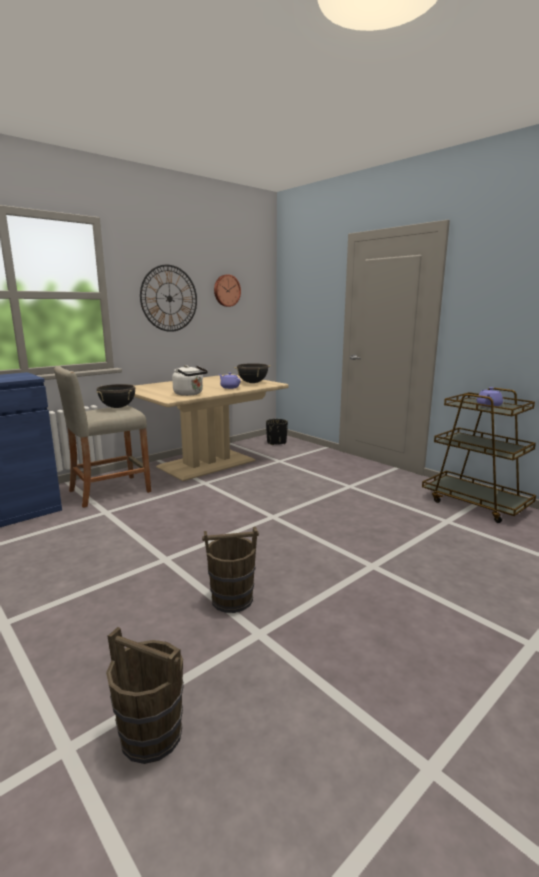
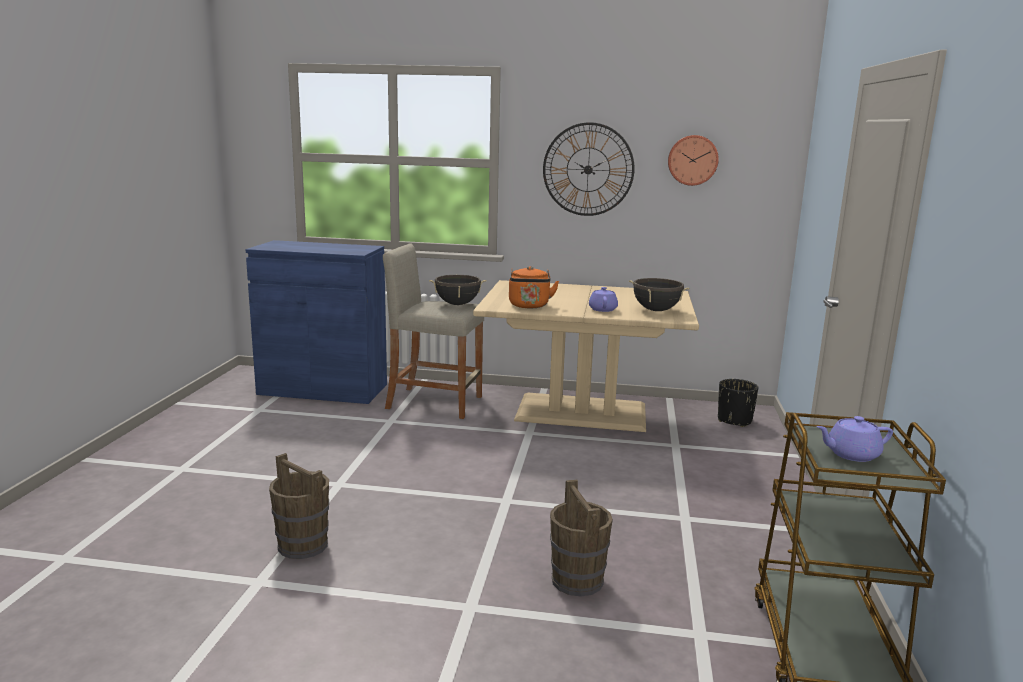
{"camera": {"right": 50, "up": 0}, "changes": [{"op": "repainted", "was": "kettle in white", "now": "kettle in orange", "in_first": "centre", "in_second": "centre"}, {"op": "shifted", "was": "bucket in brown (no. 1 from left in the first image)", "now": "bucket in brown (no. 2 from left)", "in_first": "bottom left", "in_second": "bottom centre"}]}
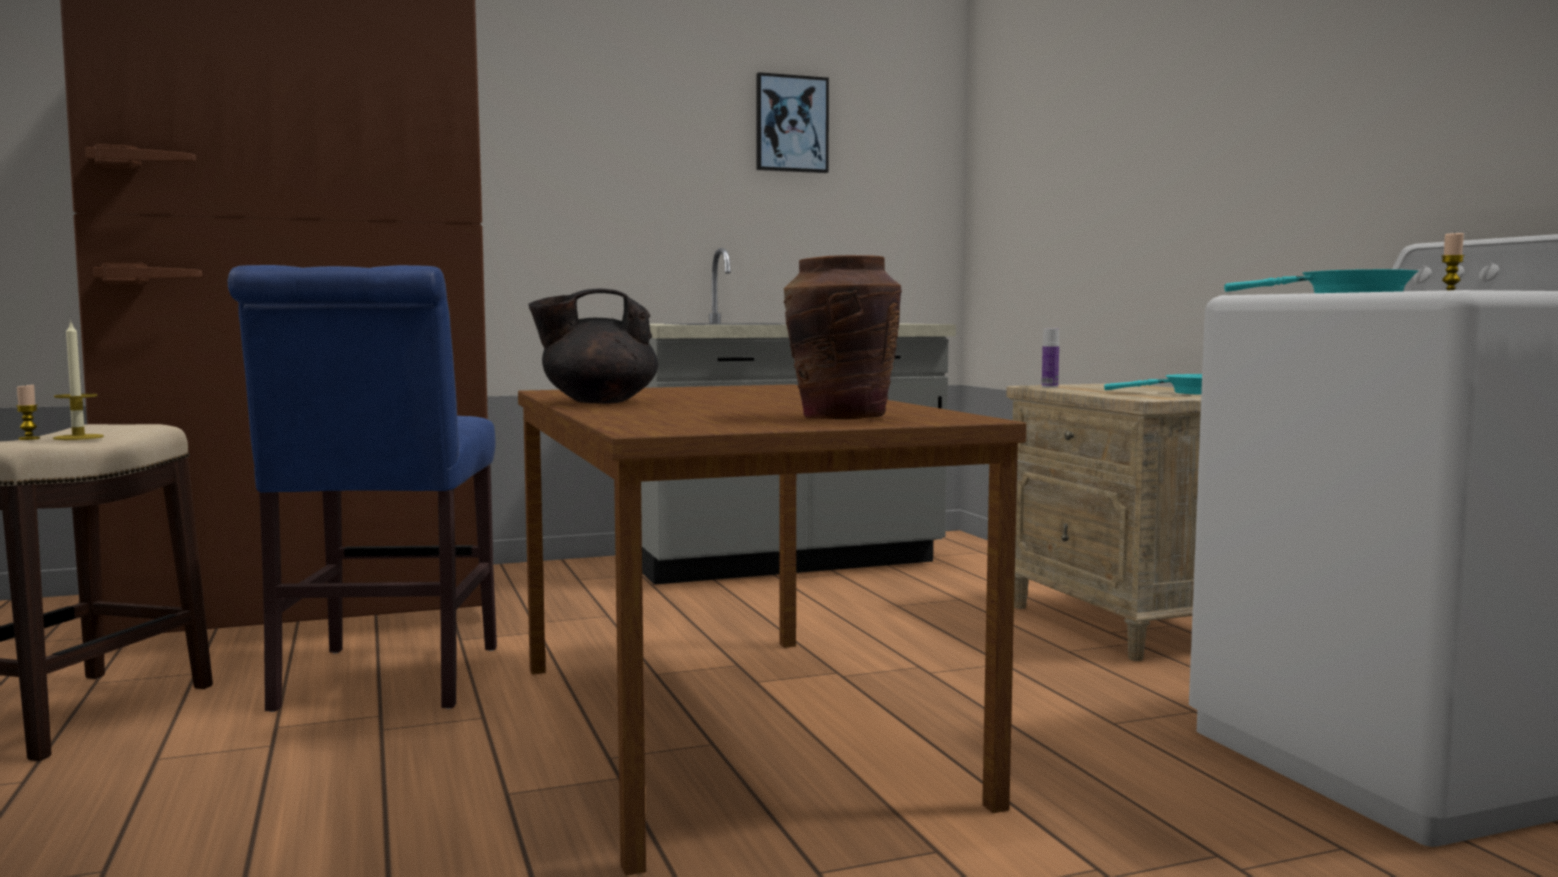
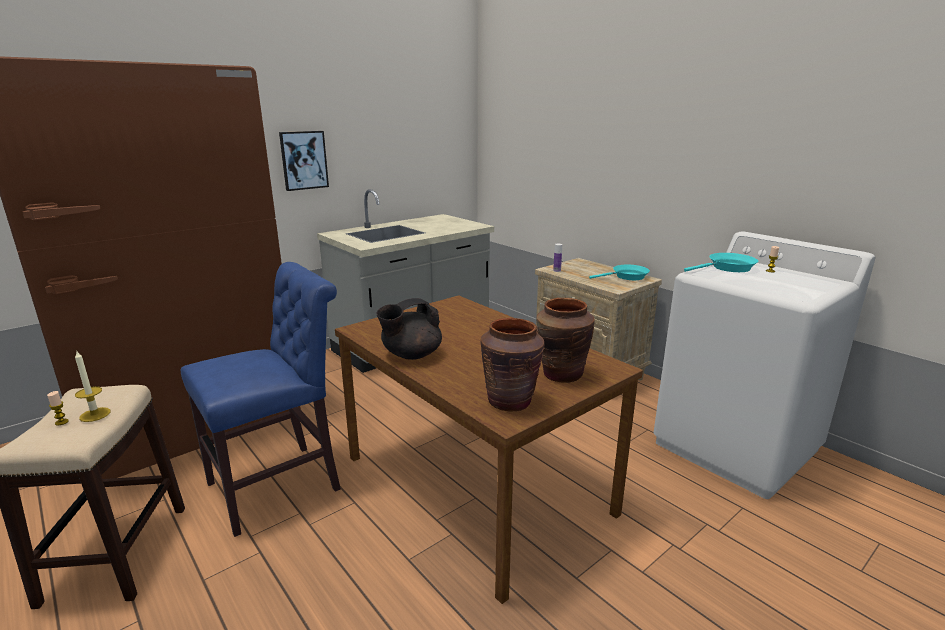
{"camera": {"right": -20, "up": 15}, "changes": [{"op": "shifted", "was": "picture", "in_first": "top centre", "in_second": "top left"}, {"op": "rotated", "was": "chair in blue", "in_first": "middle left", "in_second": "middle left", "clockwise": -105}, {"op": "new", "now": "vase in brown (no. 1 from left)", "in_second": "centre"}]}
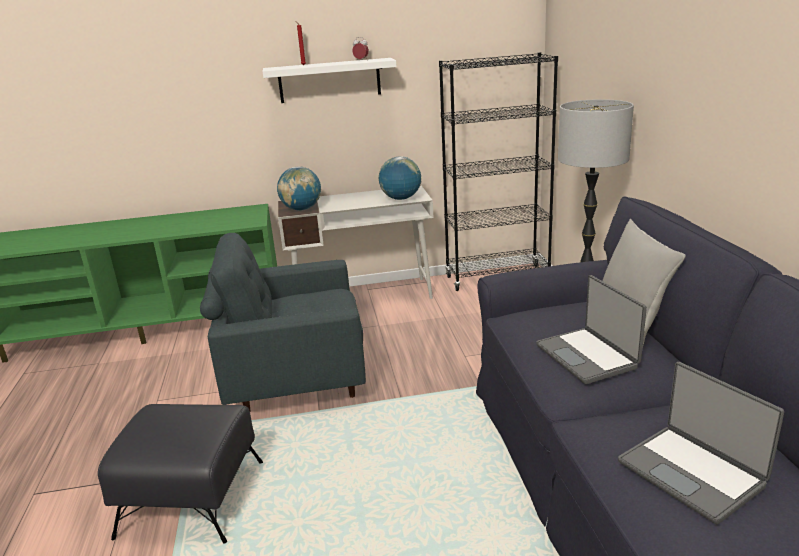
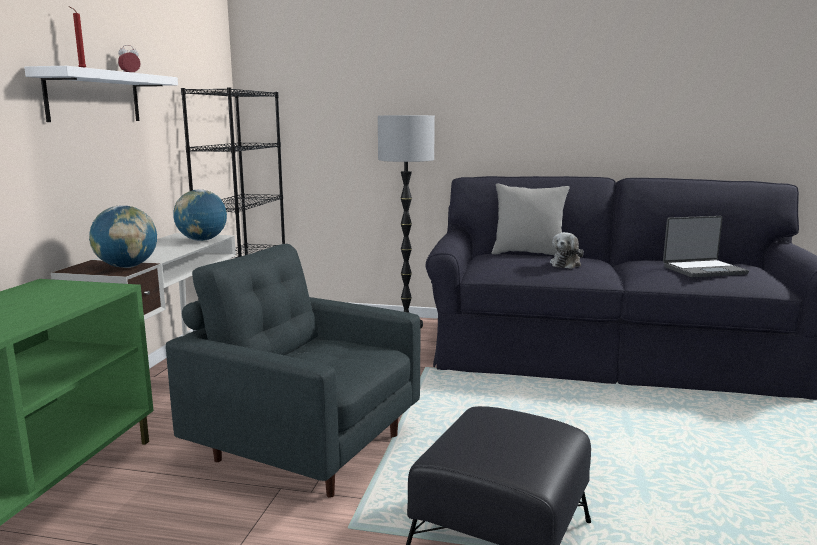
{"camera": {"right": -70, "up": -10}, "changes": [{"op": "rotated", "was": "armchair in grey", "in_first": "centre", "in_second": "bottom centre", "clockwise": 105}, {"op": "swapped", "was": "laptop (no. 1 from left)", "now": "plush toy", "in_first": "middle right", "in_second": "middle right"}]}
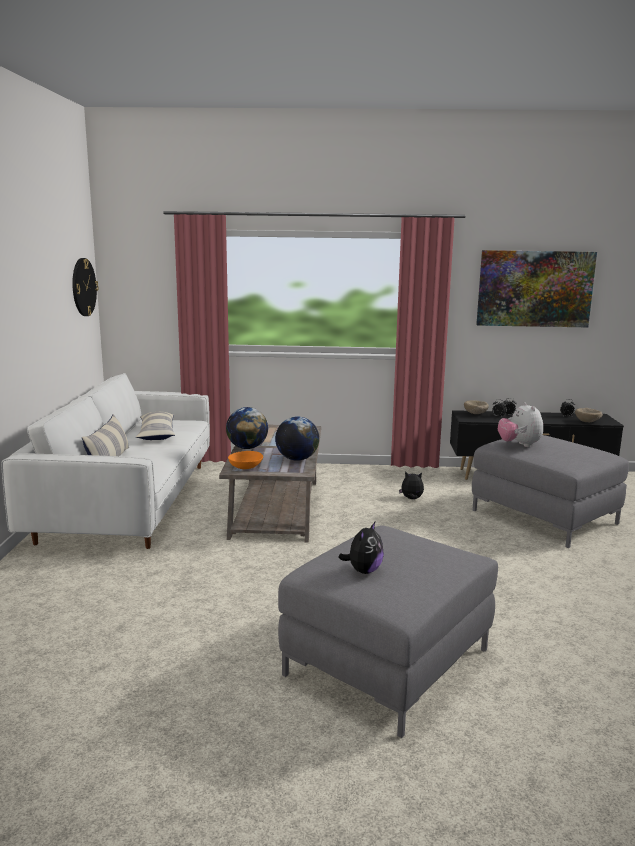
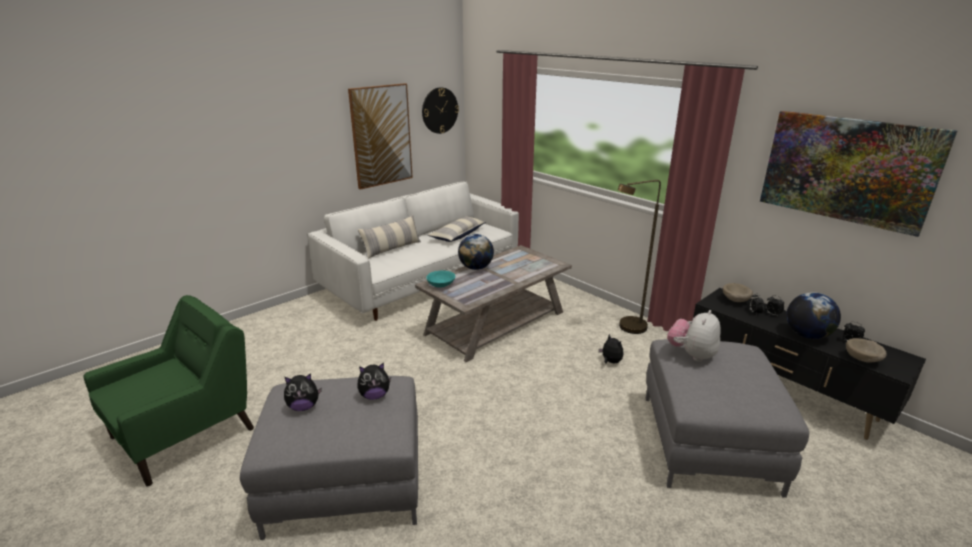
{"camera": {"right": 45, "up": 10}, "changes": [{"op": "shifted", "was": "globe (no. 2 from left)", "in_first": "centre", "in_second": "middle right"}, {"op": "repainted", "was": "bowl in orange", "now": "bowl in turquoise", "in_first": "centre", "in_second": "centre"}, {"op": "new", "now": "picture (no. 1 from left)", "in_second": "top centre"}, {"op": "new", "now": "floor lamp in brown", "in_second": "centre"}, {"op": "new", "now": "armchair in green", "in_second": "bottom left"}, {"op": "new", "now": "plush toy (no. 2 from left)", "in_second": "bottom centre"}]}
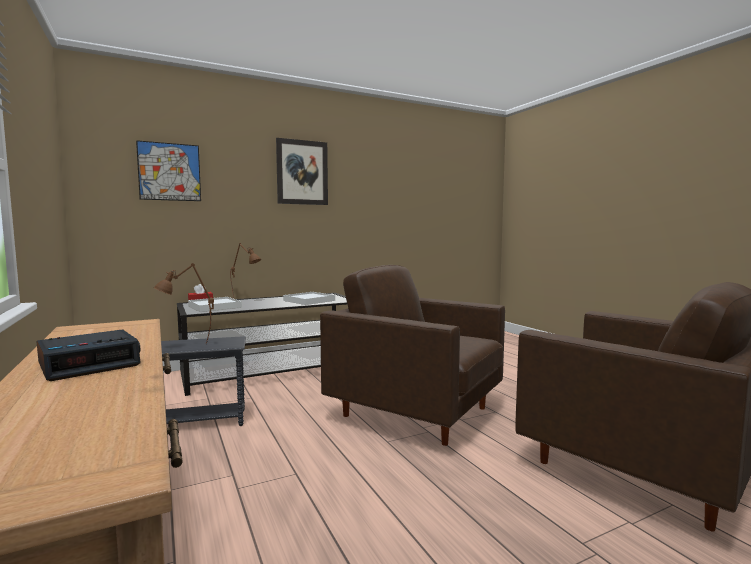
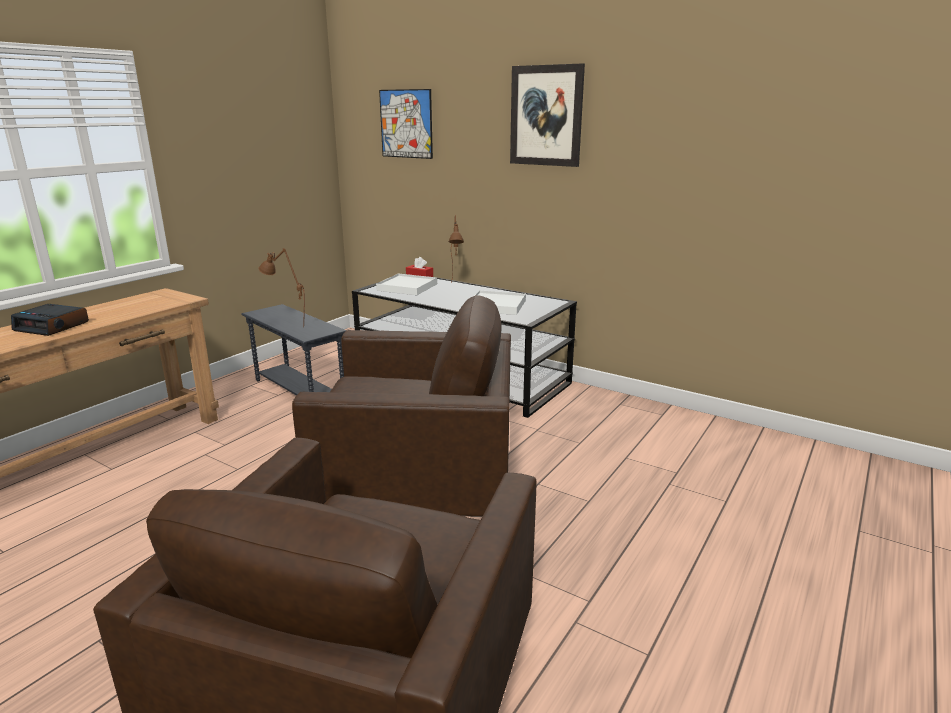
{"camera": {"right": 60, "up": 15}, "changes": [{"op": "rotated", "was": "armchair in brown (no. 1 from left in the first image)", "in_first": "centre", "in_second": "centre", "clockwise": 90}]}
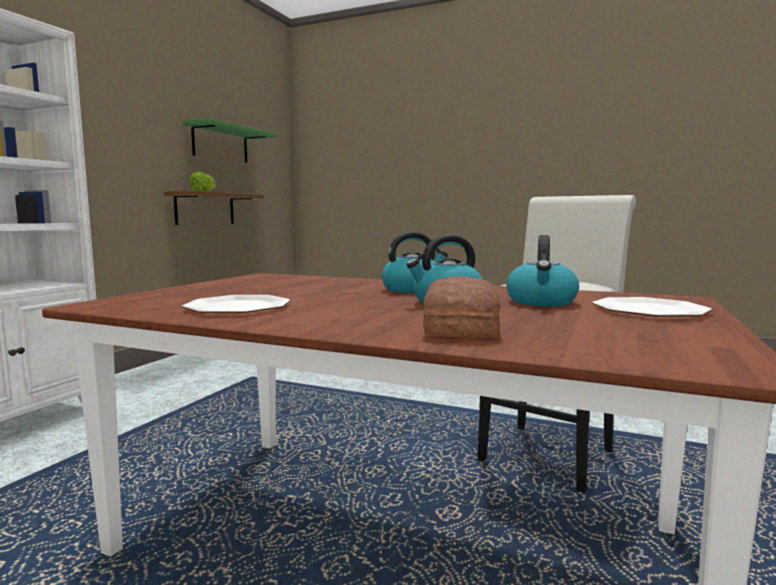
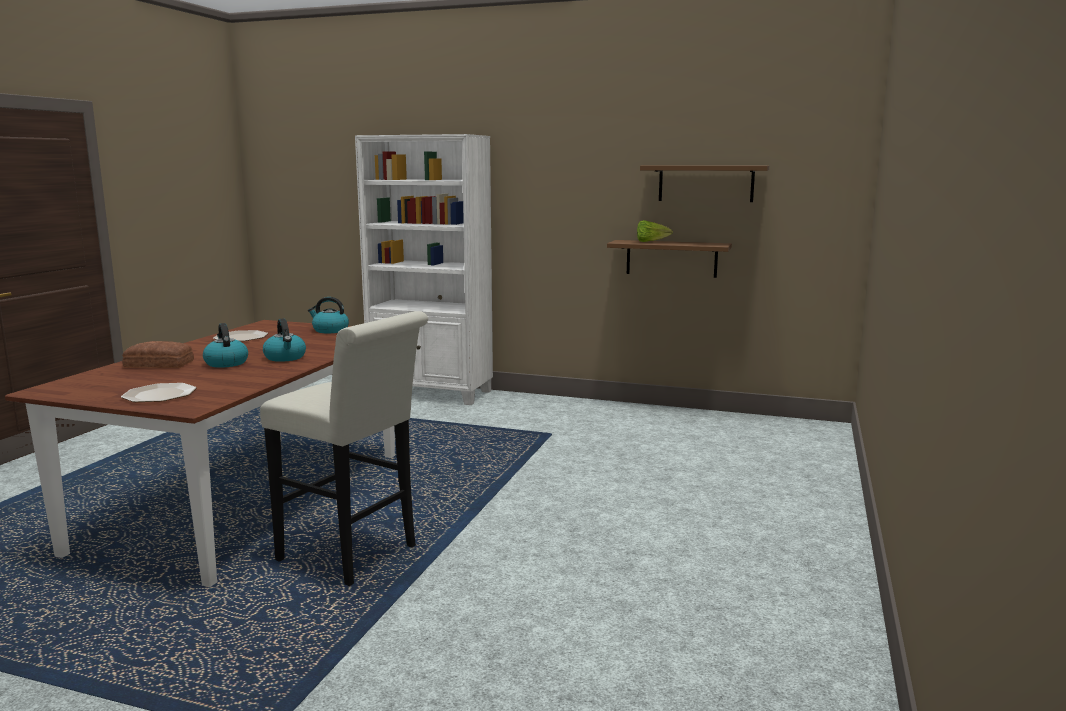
{"camera": {"right": 85, "up": 5}, "changes": [{"op": "repainted", "was": "shelf in green", "now": "shelf in brown (no. 2 from left)", "in_first": "top left", "in_second": "top centre"}, {"op": "shifted", "was": "kettle (no. 3 from left)", "in_first": "middle right", "in_second": "middle left"}]}
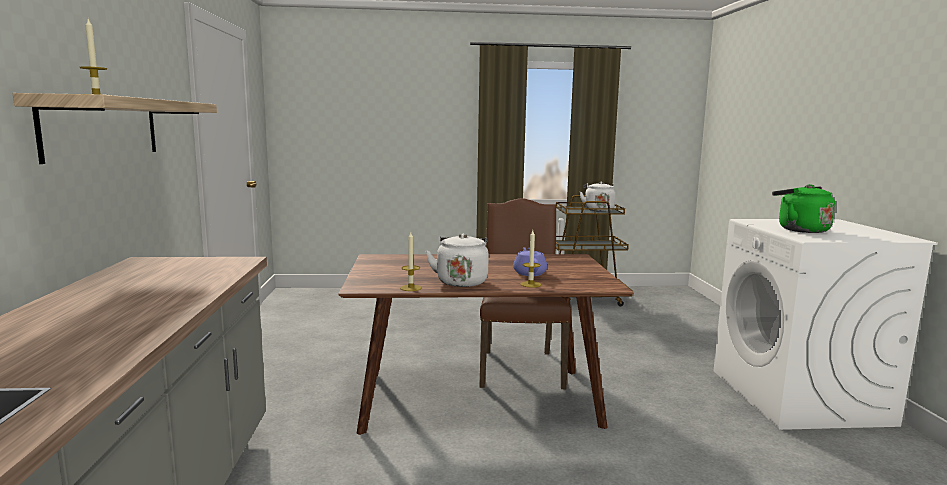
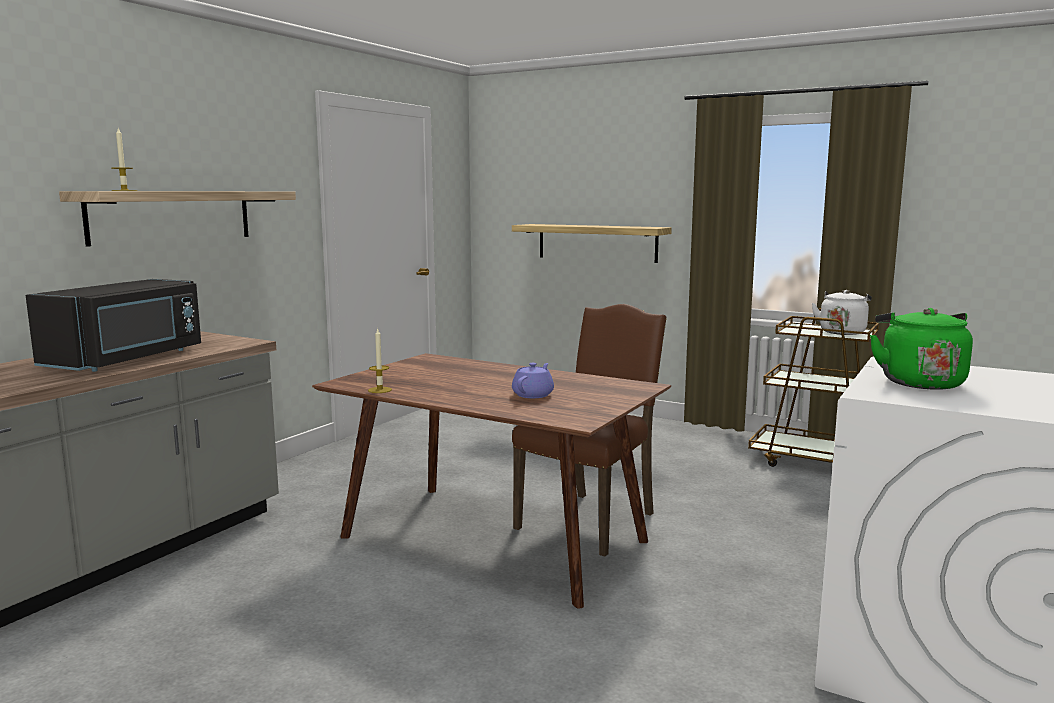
{"camera": {"right": 35, "up": 0}, "changes": [{"op": "gone", "was": "candle (no. 3 from left)", "in_first": "centre"}, {"op": "gone", "was": "kettle in white (no. 1 from left)", "in_first": "centre"}, {"op": "new", "now": "shelf (no. 2 from left)", "in_second": "centre"}, {"op": "new", "now": "microwave in black", "in_second": "middle left"}]}
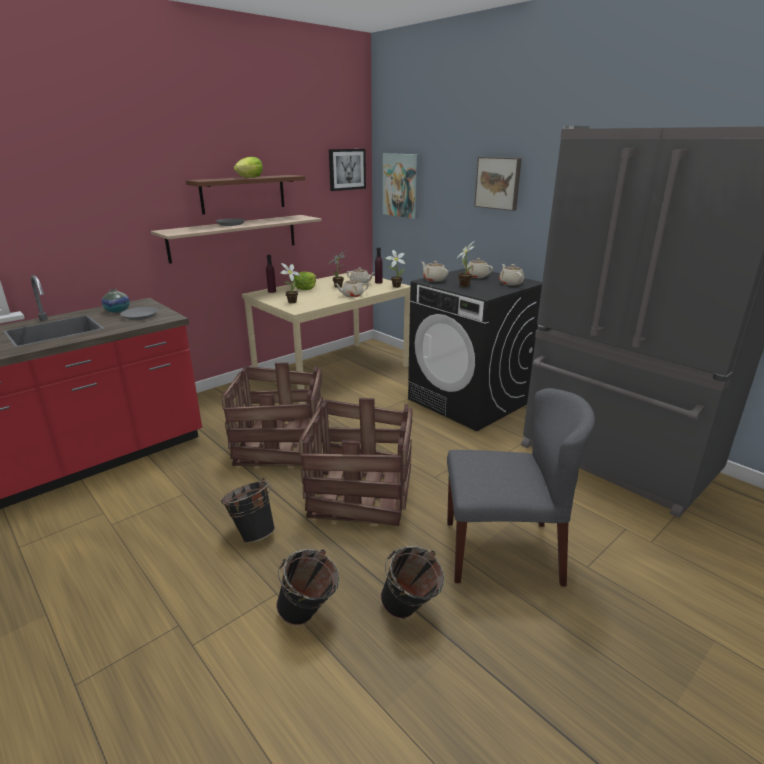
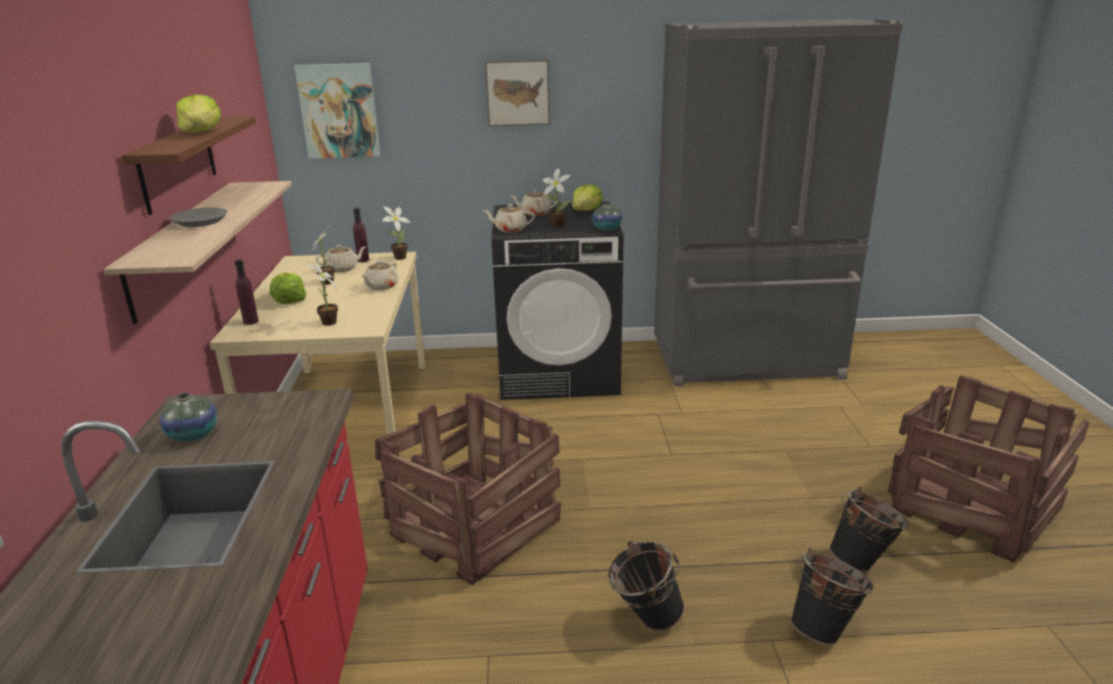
{"camera": {"right": -50, "up": 0}, "changes": [{"op": "gone", "was": "picture (no. 1 from left)", "in_first": "top centre"}, {"op": "swapped", "was": "teapot in beige (no. 5 from left)", "now": "lettuce (no. 3 from left)", "in_first": "middle right", "in_second": "top centre"}, {"op": "gone", "was": "plate in grey (no. 1 from left)", "in_first": "middle left"}, {"op": "gone", "was": "chair in grey", "in_first": "middle right"}, {"op": "shifted", "was": "crate (no. 2 from left)", "in_first": "centre", "in_second": "bottom right"}, {"op": "new", "now": "vase (no. 2 from left)", "in_second": "top centre"}]}
